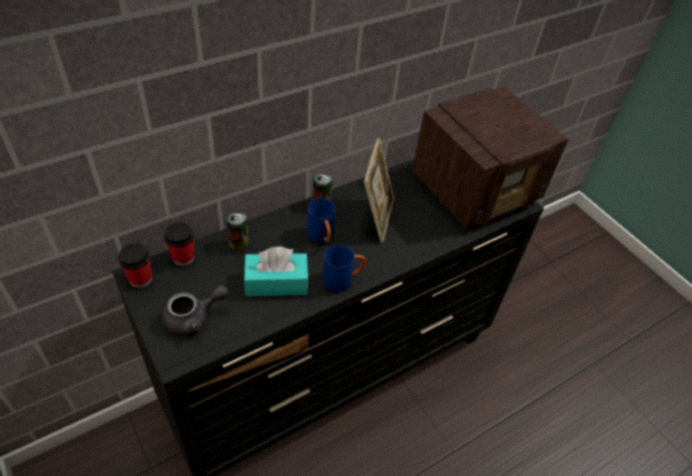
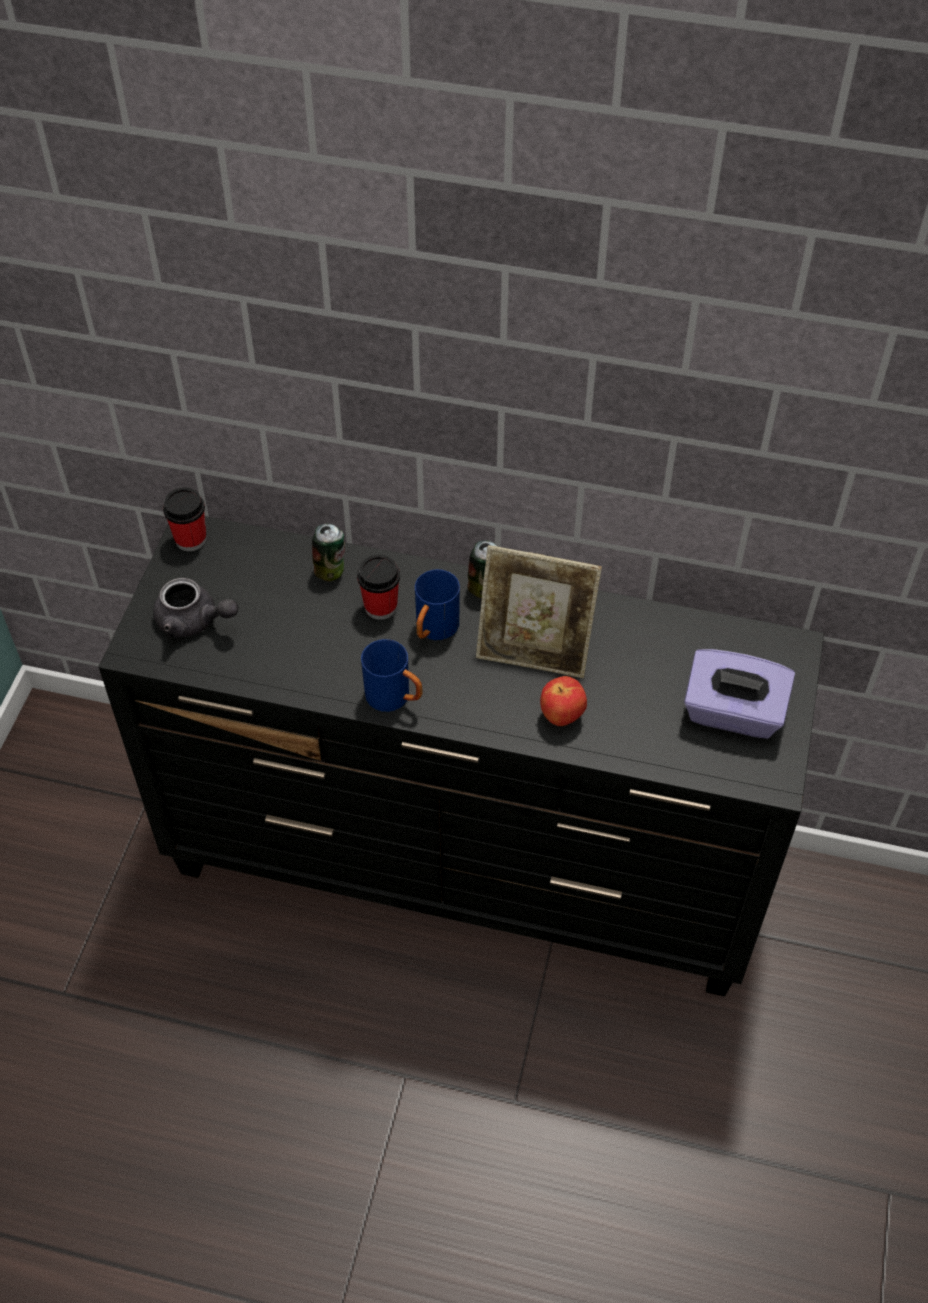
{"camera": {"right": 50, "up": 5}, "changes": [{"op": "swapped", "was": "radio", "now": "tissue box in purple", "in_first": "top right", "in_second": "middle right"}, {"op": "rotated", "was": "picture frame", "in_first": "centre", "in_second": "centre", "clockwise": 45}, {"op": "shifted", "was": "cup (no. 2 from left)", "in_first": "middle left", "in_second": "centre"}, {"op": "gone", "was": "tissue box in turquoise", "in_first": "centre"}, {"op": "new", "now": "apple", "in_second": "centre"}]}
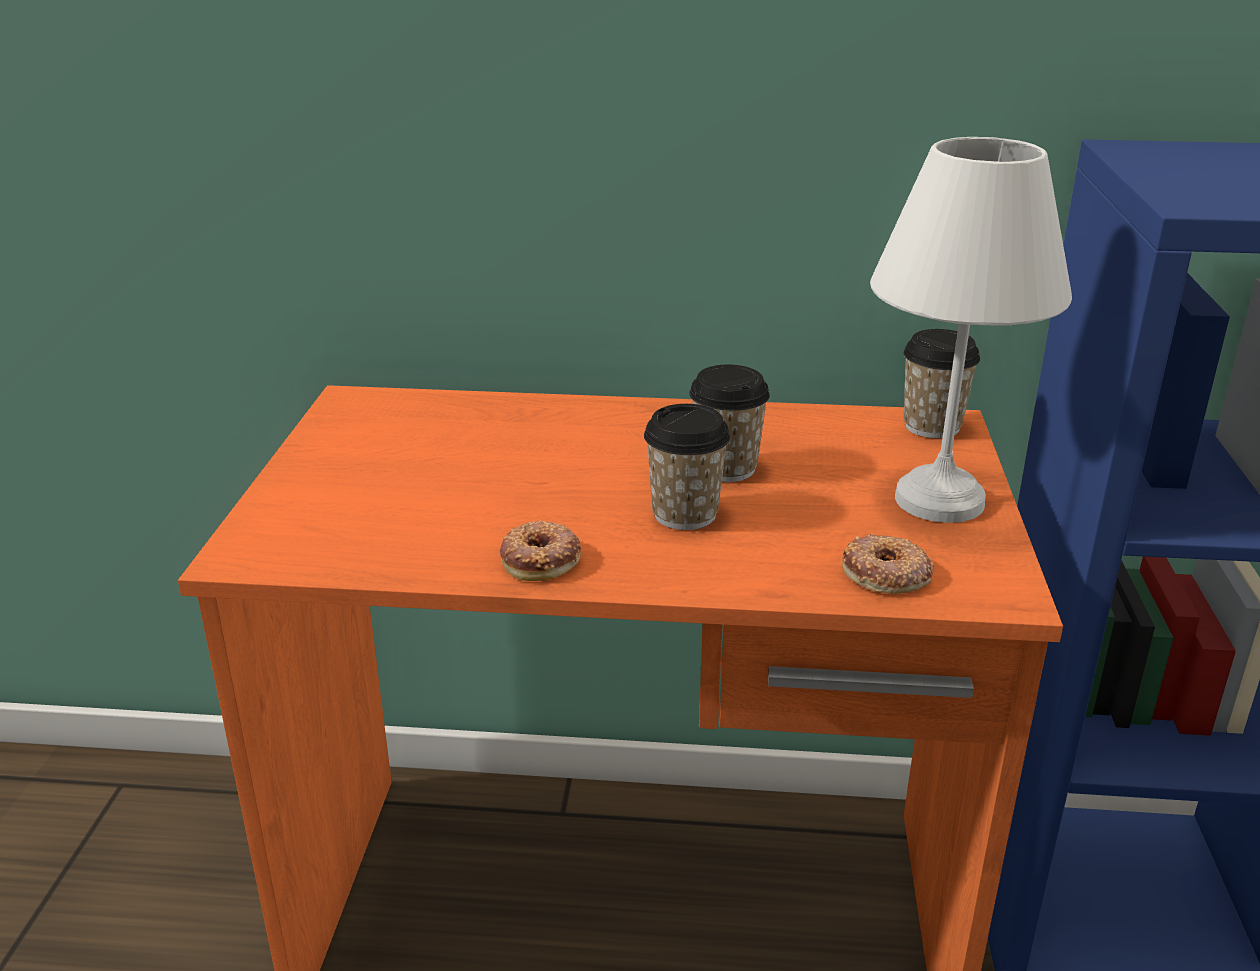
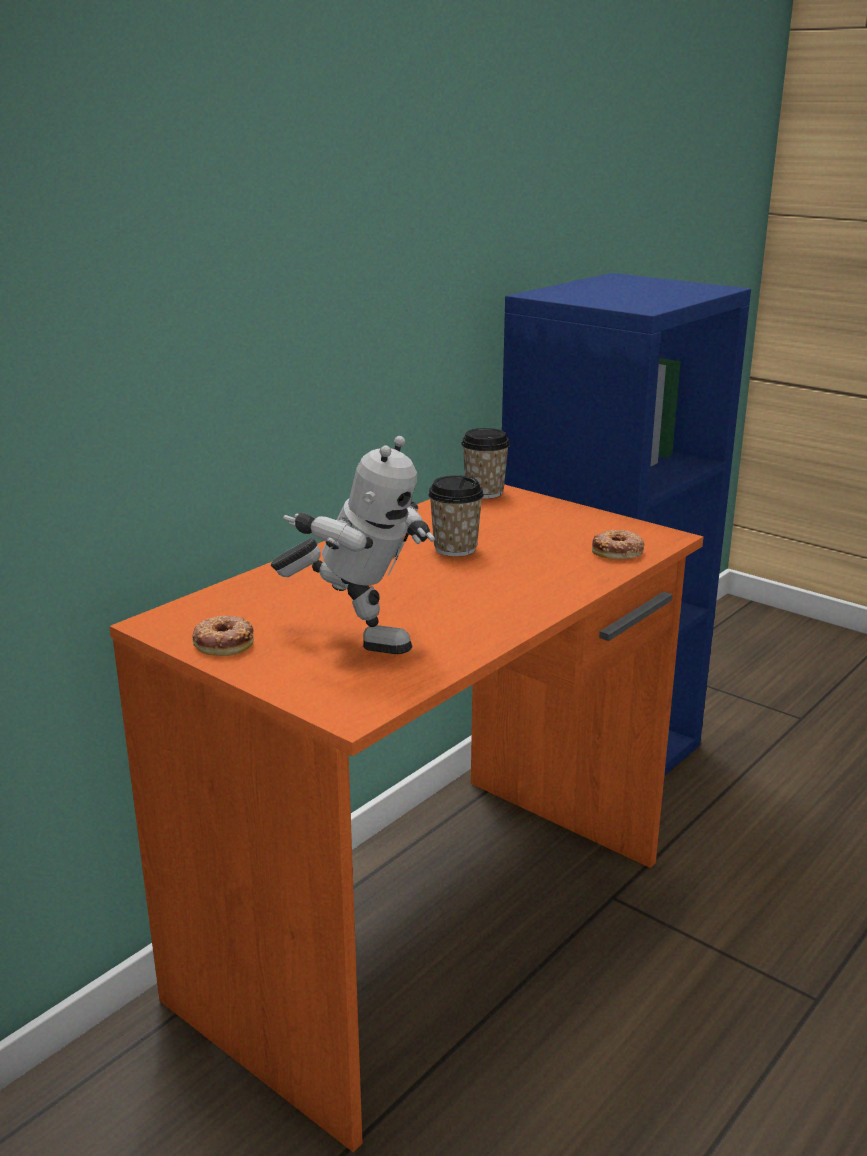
{"camera": {"right": -55, "up": -5}, "changes": [{"op": "gone", "was": "table lamp in white", "in_first": "middle right"}, {"op": "gone", "was": "cup (no. 1 from left)", "in_first": "centre"}, {"op": "shifted", "was": "donut (no. 1 from left)", "in_first": "centre", "in_second": "middle left"}, {"op": "new", "now": "toy robot", "in_second": "centre"}]}
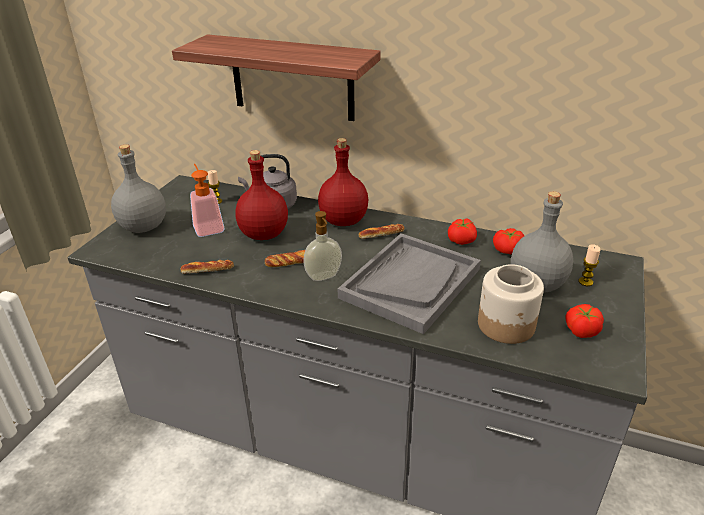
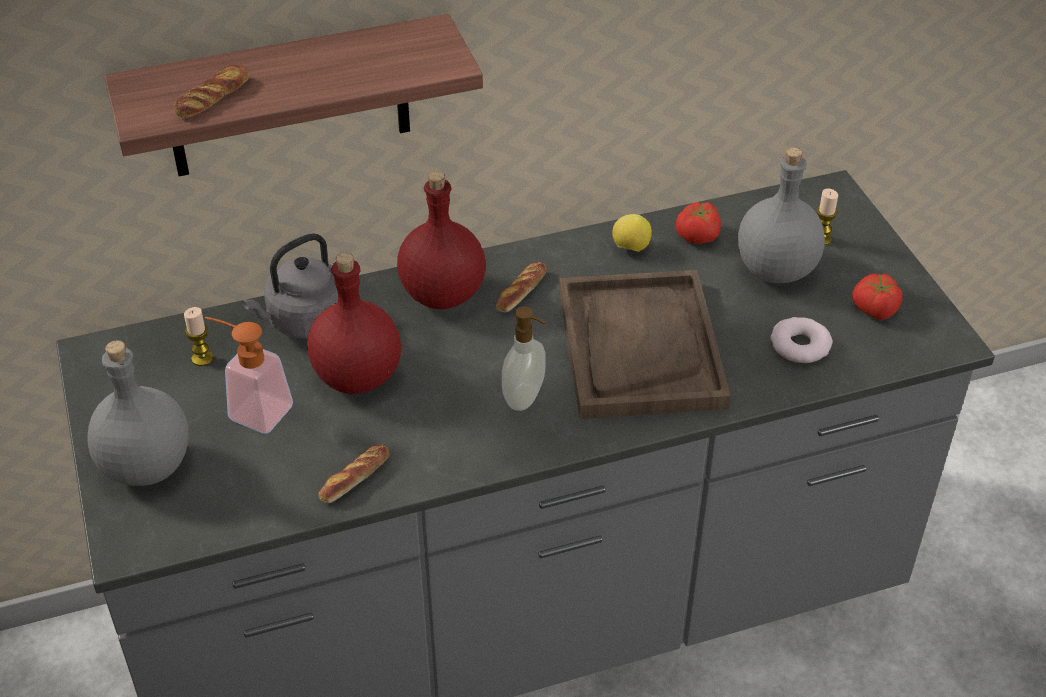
{"camera": {"right": -40, "up": 10}, "changes": [{"op": "swapped", "was": "tomato (no. 1 from left)", "now": "lemon", "in_first": "centre", "in_second": "centre"}, {"op": "repainted", "was": "tray in grey", "now": "tray in brown", "in_first": "centre", "in_second": "centre"}, {"op": "shifted", "was": "bread (no. 2 from left in the first image)", "now": "bread (no. 1 from left)", "in_first": "centre", "in_second": "top left"}, {"op": "swapped", "was": "jar", "now": "donut", "in_first": "middle right", "in_second": "middle right"}]}
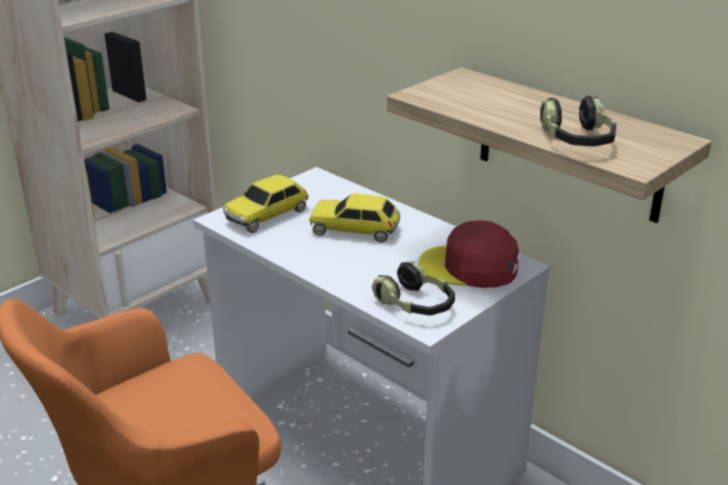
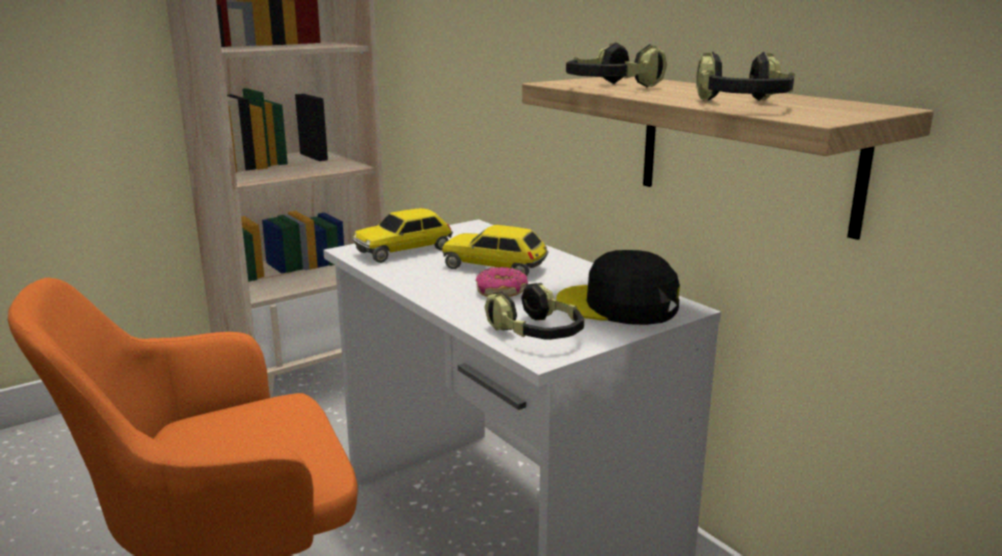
{"camera": {"right": 10, "up": -10}, "changes": [{"op": "repainted", "was": "cap in red", "now": "cap in black", "in_first": "centre", "in_second": "centre"}, {"op": "new", "now": "headphones (no. 2 from left)", "in_second": "top centre"}, {"op": "new", "now": "donut", "in_second": "centre"}]}
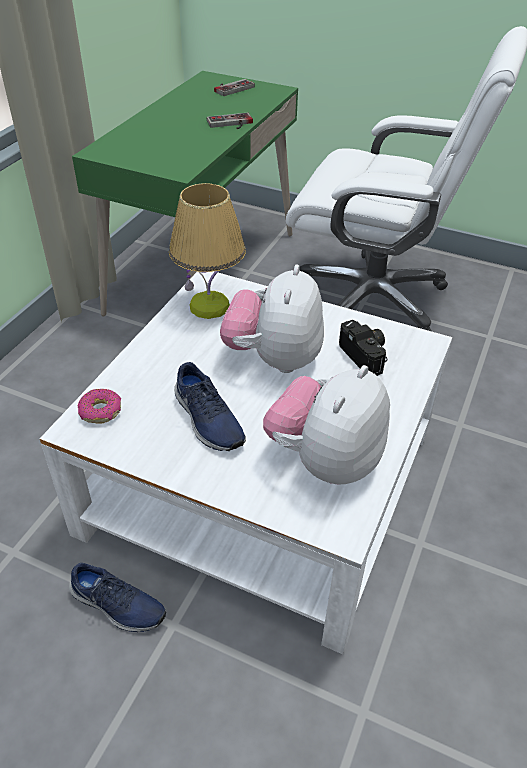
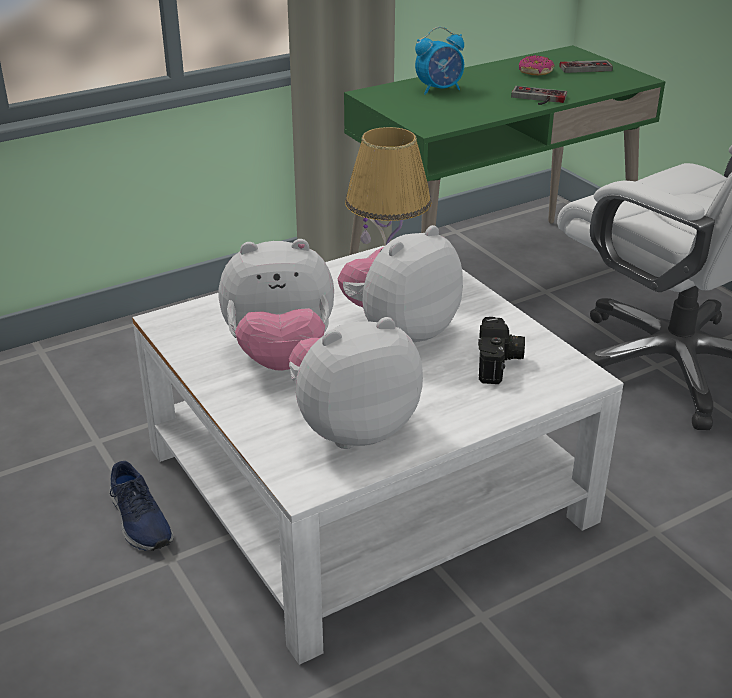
{"camera": {"right": 35, "up": -10}, "changes": [{"op": "swapped", "was": "shoe in blue (no. 2 from left)", "now": "plush toy (no. 1 from left)", "in_first": "centre", "in_second": "centre"}, {"op": "shifted", "was": "donut", "in_first": "middle left", "in_second": "top right"}, {"op": "new", "now": "alarm clock", "in_second": "top centre"}]}
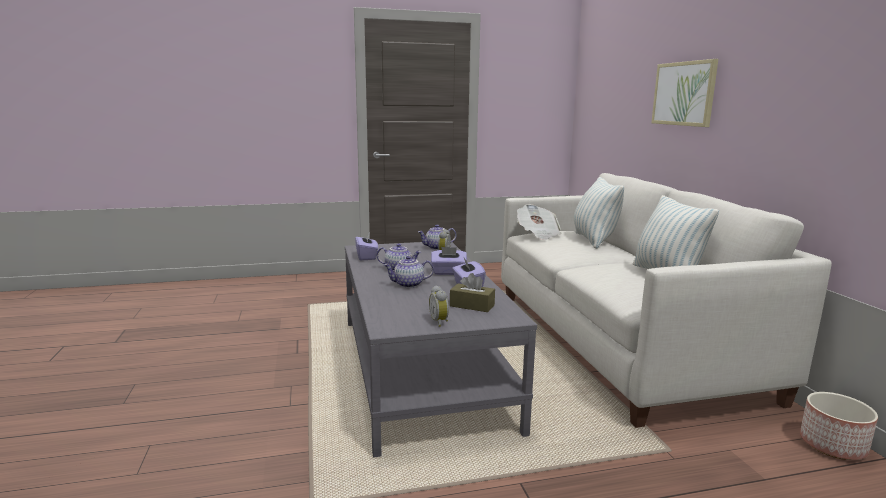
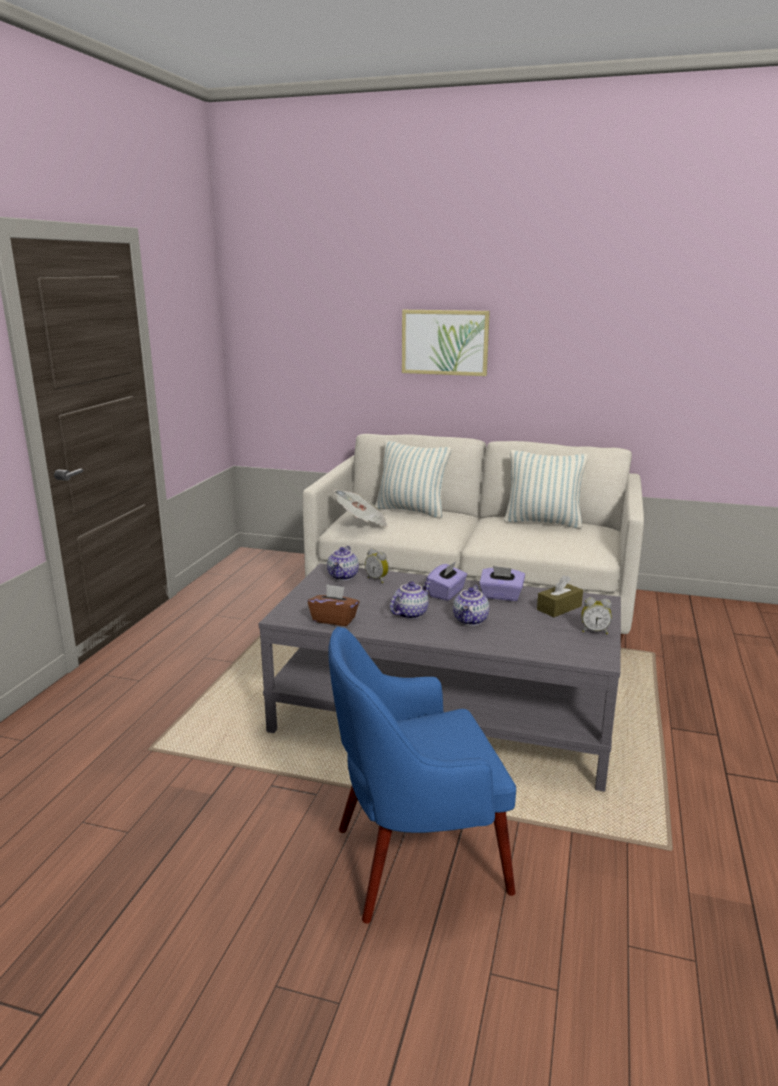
{"camera": {"right": -60, "up": 5}, "changes": [{"op": "repainted", "was": "tissue box in purple (no. 1 from left)", "now": "tissue box in brown (no. 1 from left)", "in_first": "centre", "in_second": "centre"}, {"op": "gone", "was": "planter", "in_first": "bottom right"}, {"op": "new", "now": "armchair in blue", "in_second": "bottom centre"}]}
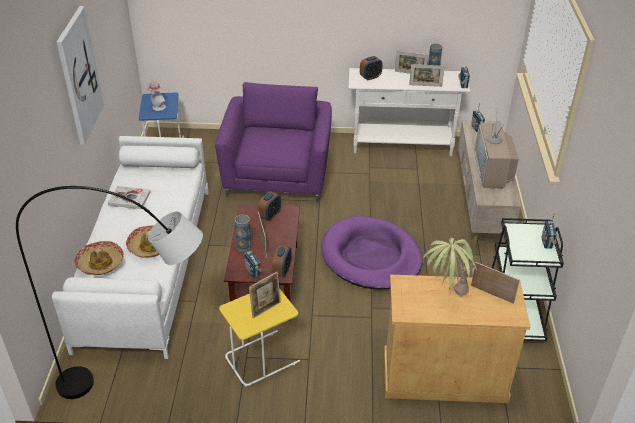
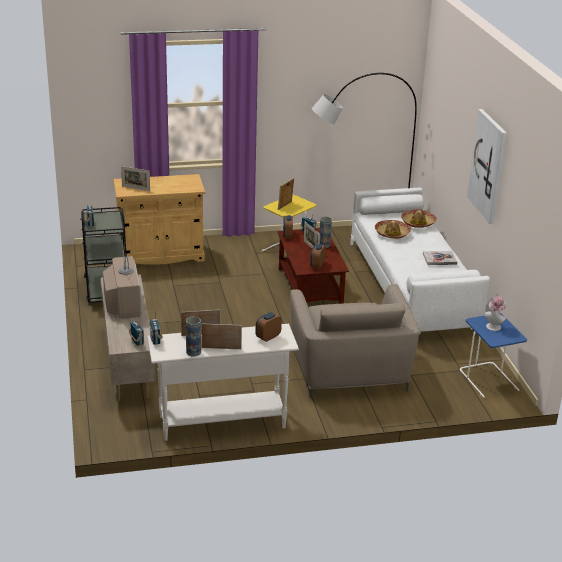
{"camera": {"right": 165, "up": -10}, "changes": [{"op": "repainted", "was": "armchair in purple", "now": "armchair in beige", "in_first": "centre", "in_second": "centre"}, {"op": "gone", "was": "dog bed in purple", "in_first": "centre"}, {"op": "gone", "was": "potted plant", "in_first": "middle right"}]}
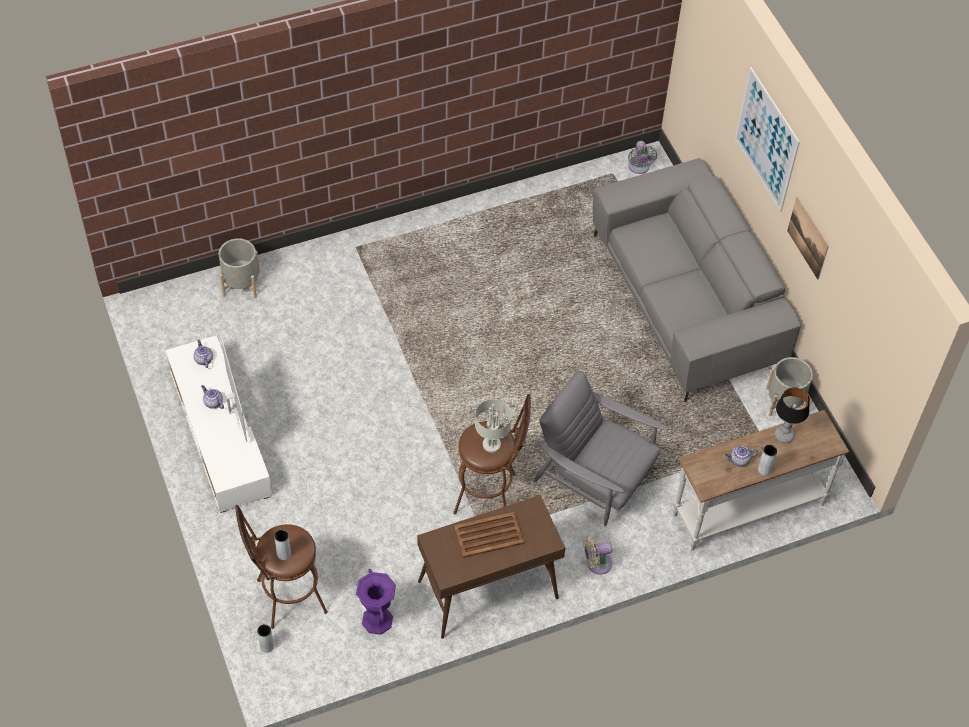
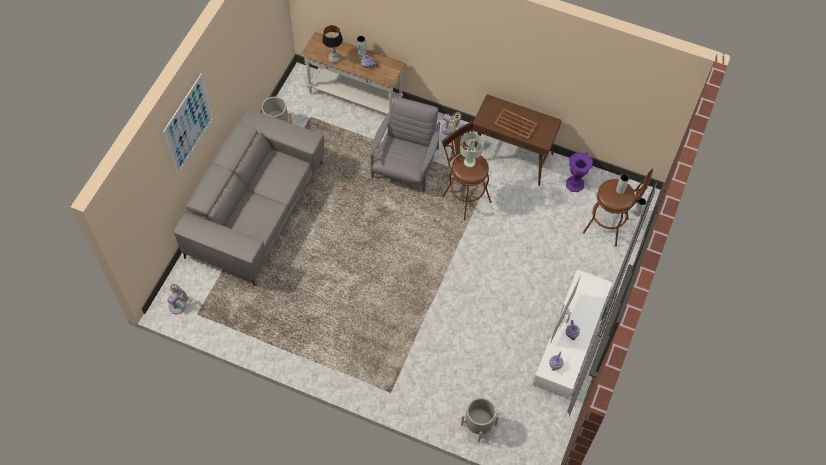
{"camera": {"right": -135, "up": 5}, "changes": [{"op": "gone", "was": "picture (no. 2 from left)", "in_first": "top right"}, {"op": "rotated", "was": "armchair in grey", "in_first": "centre", "in_second": "top centre", "clockwise": -150}]}
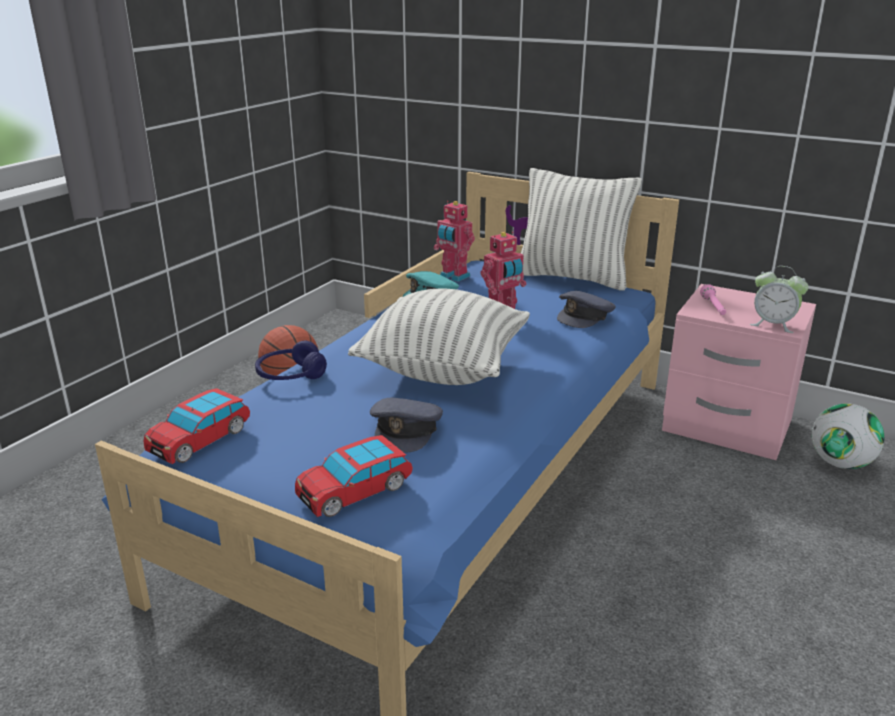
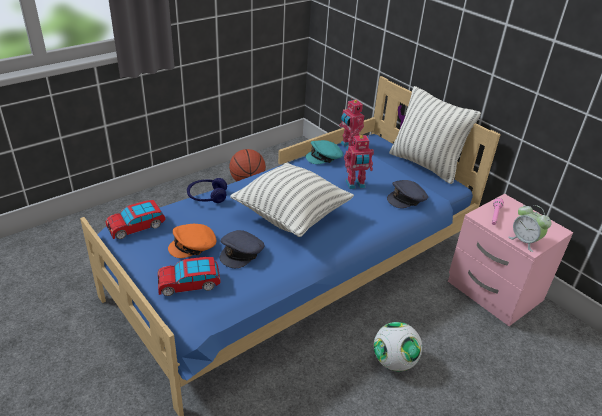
{"camera": {"right": 20, "up": 10}, "changes": [{"op": "shifted", "was": "football", "in_first": "middle right", "in_second": "bottom centre"}, {"op": "new", "now": "cap in orange", "in_second": "middle left"}]}
